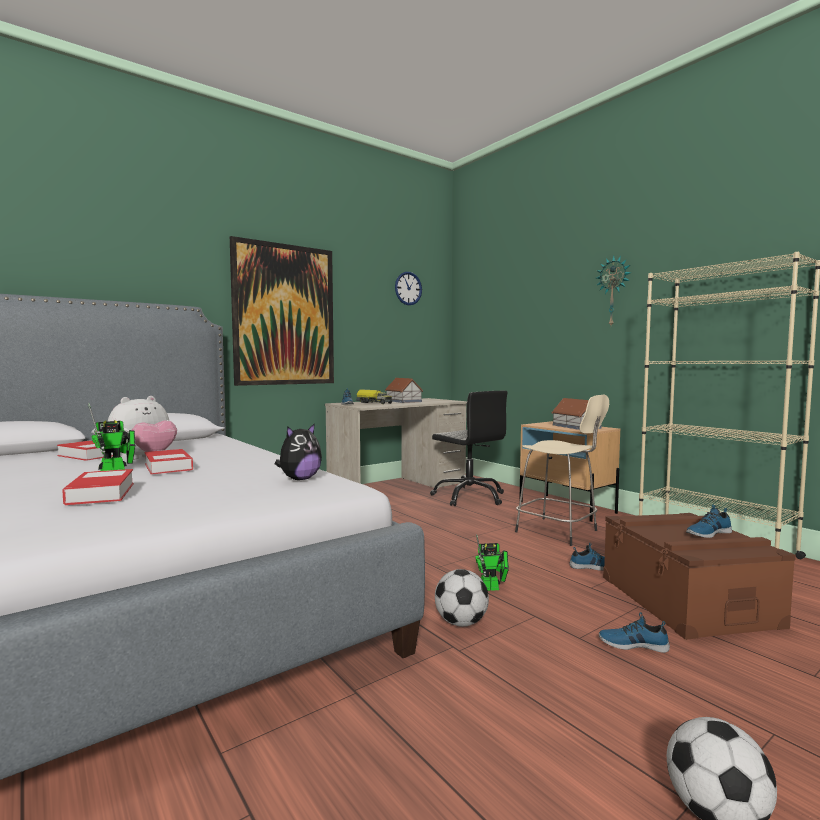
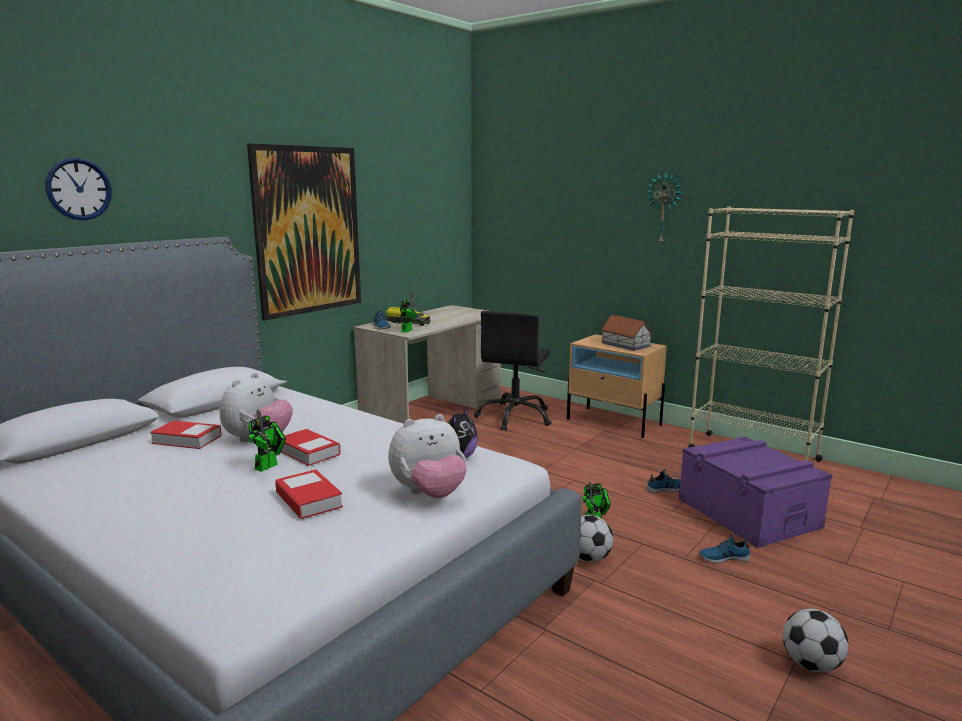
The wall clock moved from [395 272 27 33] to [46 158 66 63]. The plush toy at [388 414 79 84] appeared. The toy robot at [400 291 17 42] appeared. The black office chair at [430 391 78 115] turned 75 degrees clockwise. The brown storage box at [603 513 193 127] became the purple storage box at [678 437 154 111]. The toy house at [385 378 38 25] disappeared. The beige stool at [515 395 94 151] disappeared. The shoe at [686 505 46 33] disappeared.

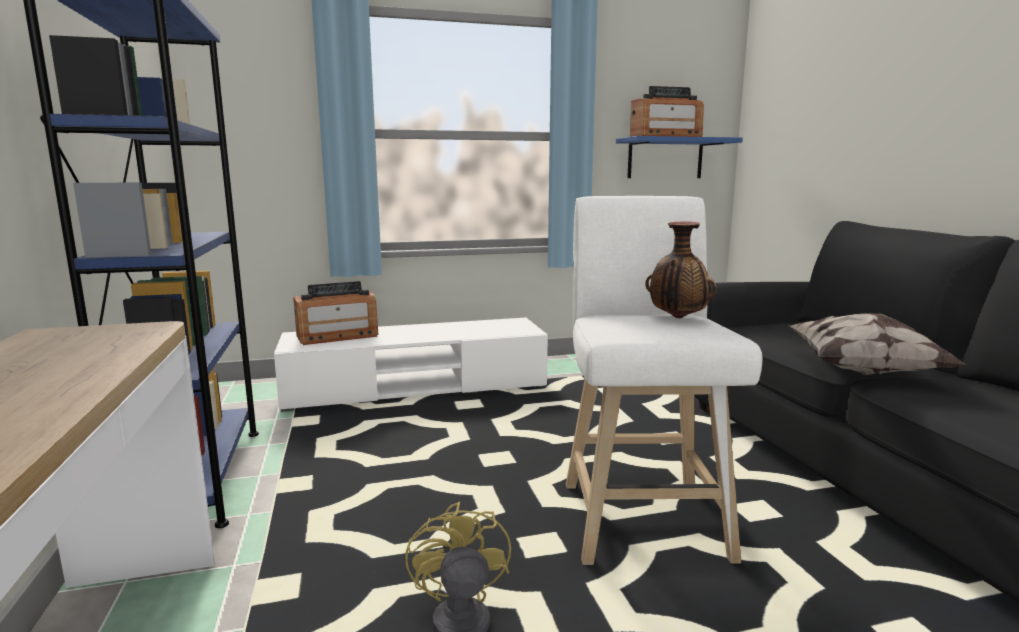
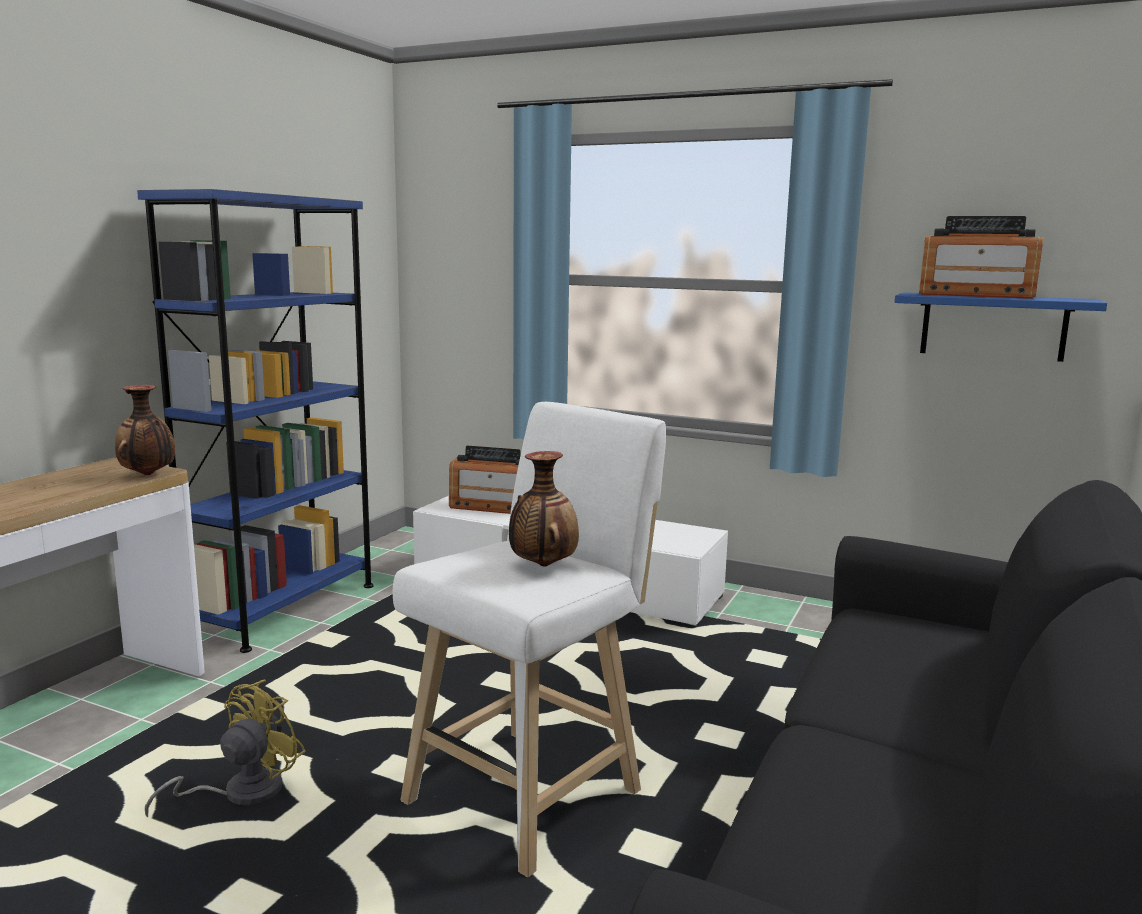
The vase at [115 385 60 90] appeared. The pillow at [789 313 176 62] disappeared.

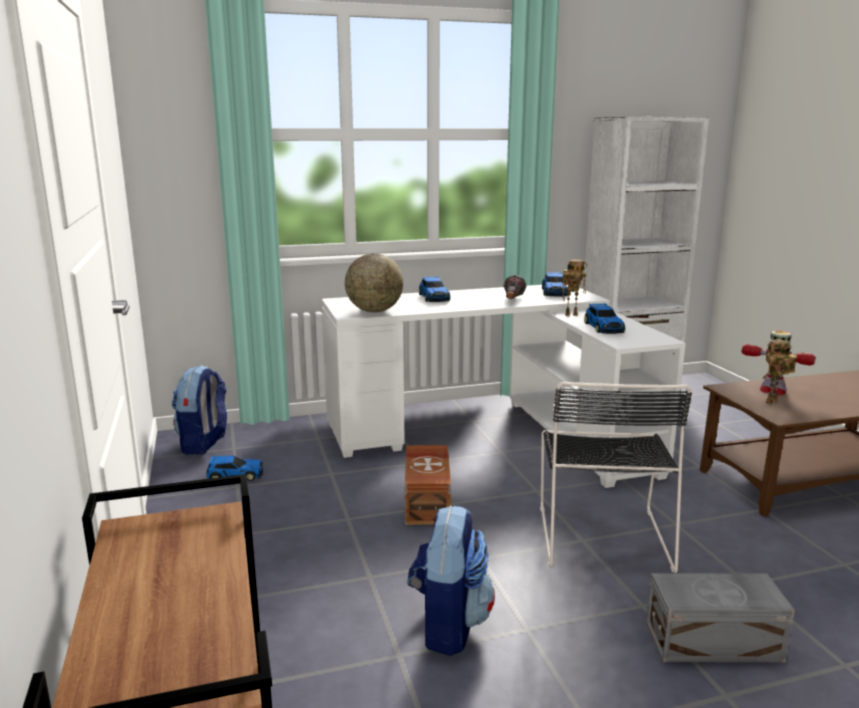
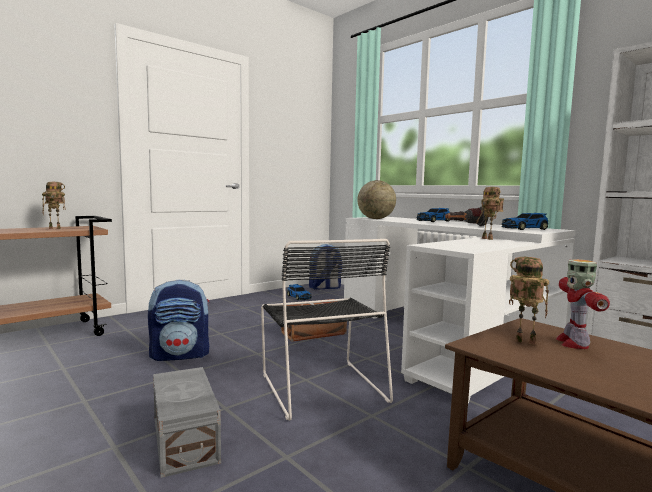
The toy robot at [42 182 23 47] appeared. The black chair at [540 381 152 192] turned 90 degrees counterclockwise. The toy car at [584 304 41 30] disappeared.

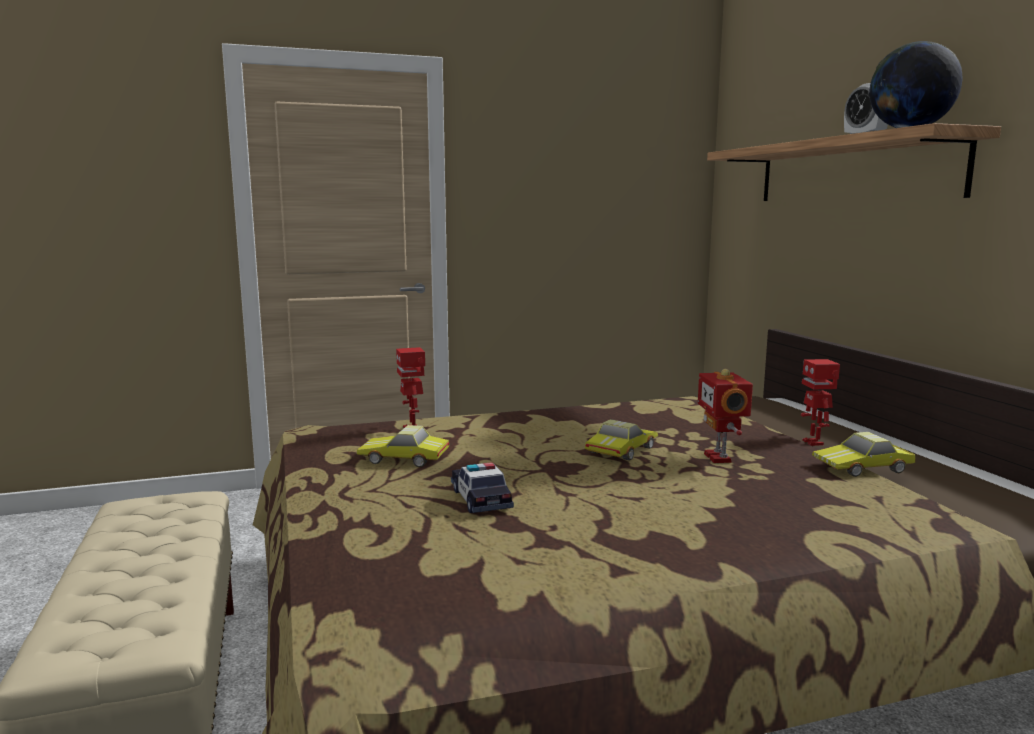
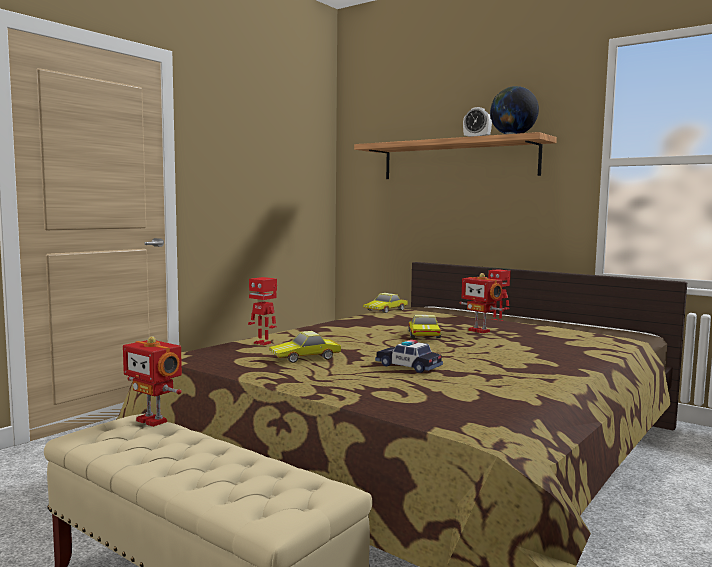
The toy robot at [123 336 59 91] appeared. The toy car moved from [812 432 103 45] to [363 293 45 20].

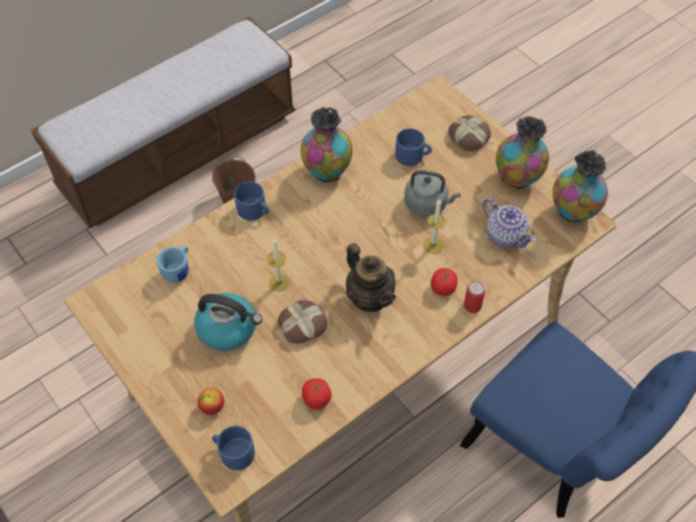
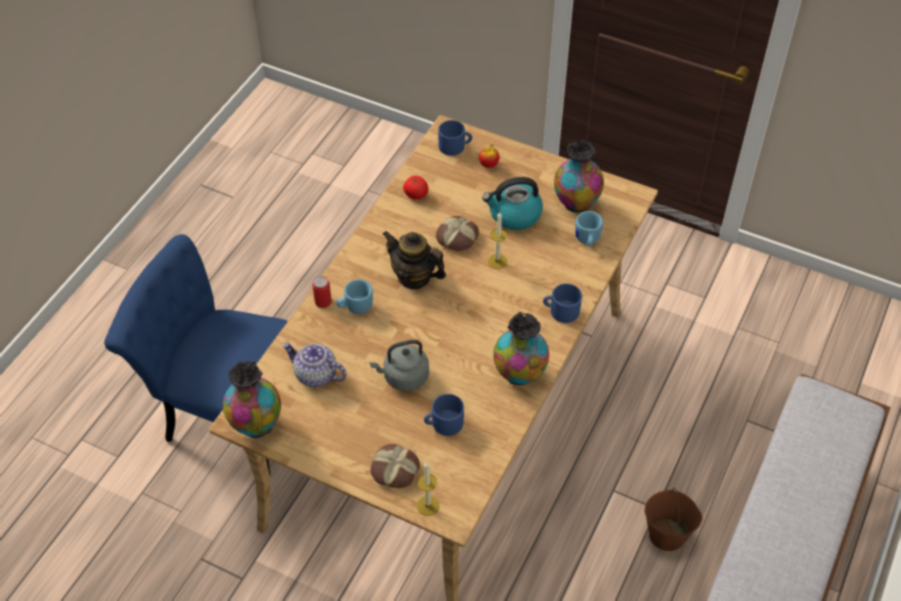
The tomato at [431 268 27 28] was replaced by the blue mug at [336 279 37 35]. The candle moved from [423 198 22 56] to [417 462 22 54]. The vase moved from [496 116 53 74] to [554 140 50 73].

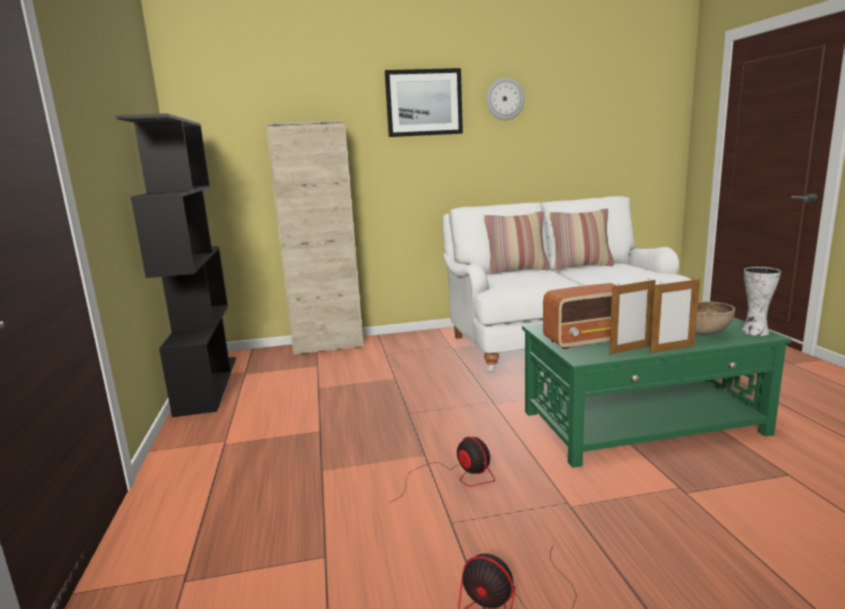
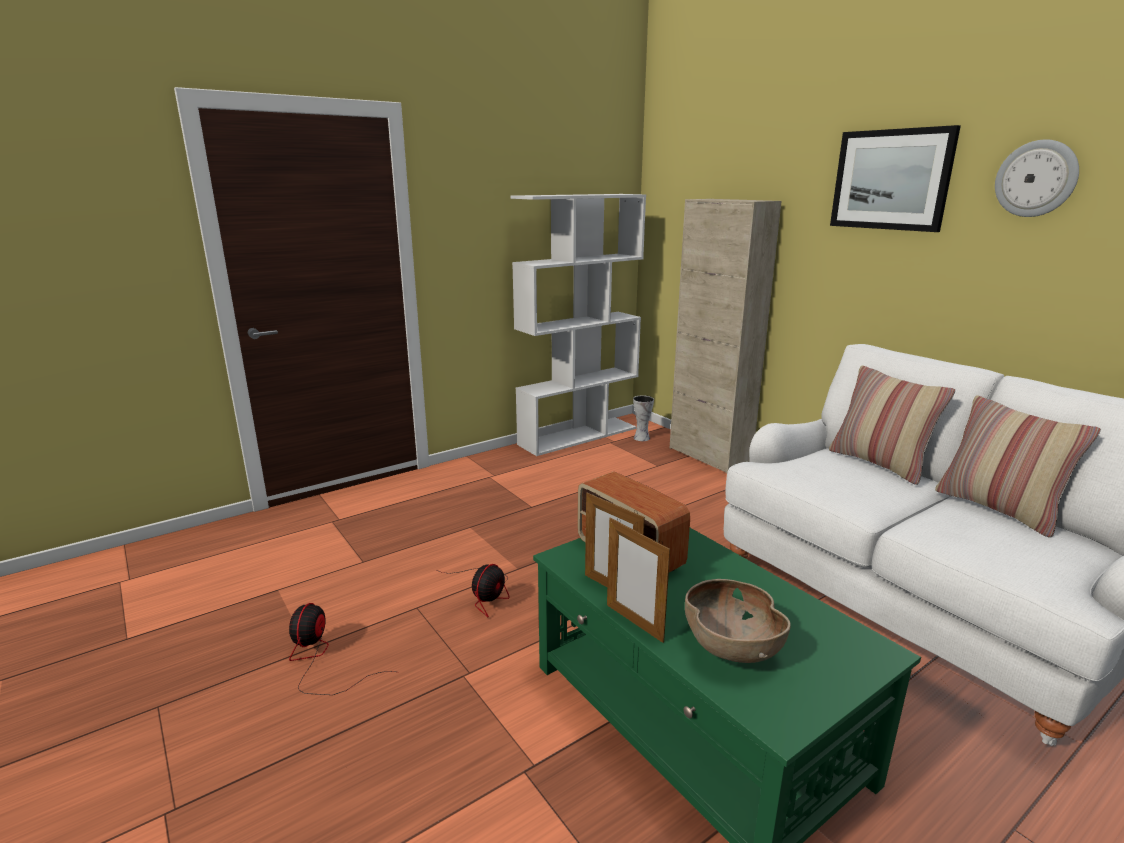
The black bookcase at [115 113 121 304] became the white bookcase at [511 194 135 262]. The vase moved from [741 267 40 69] to [633 395 21 46].

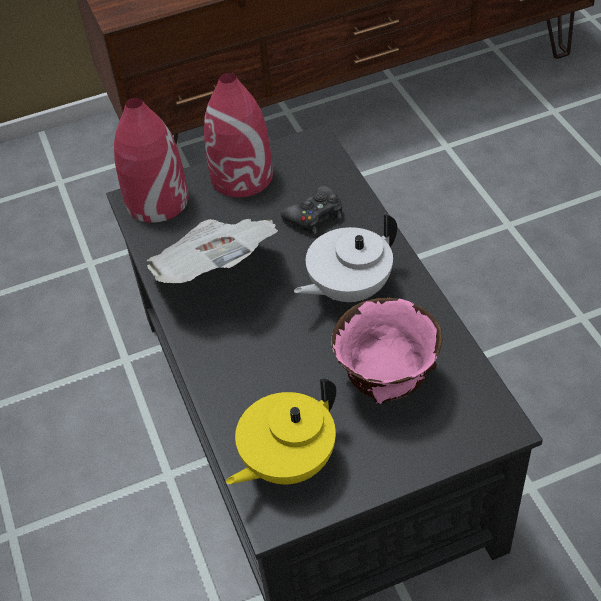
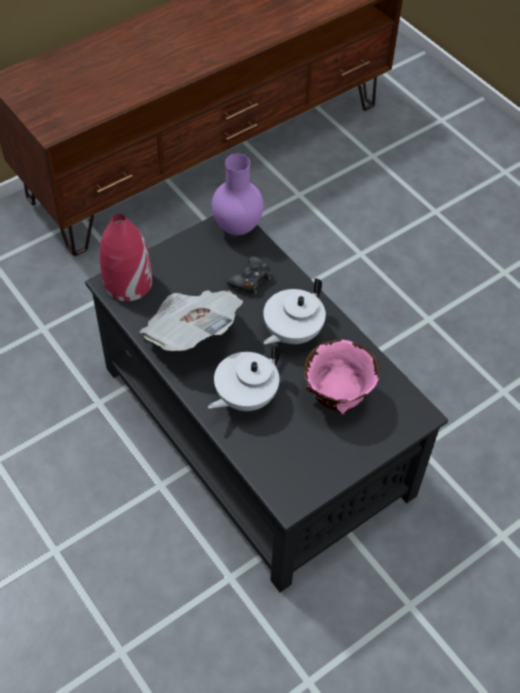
The white teapot at [208 344 73 67] appeared. The purple vase at [212 154 52 81] appeared. The red vase at [204 73 69 124] disappeared. The yellow teapot at [226 378 110 107] disappeared.

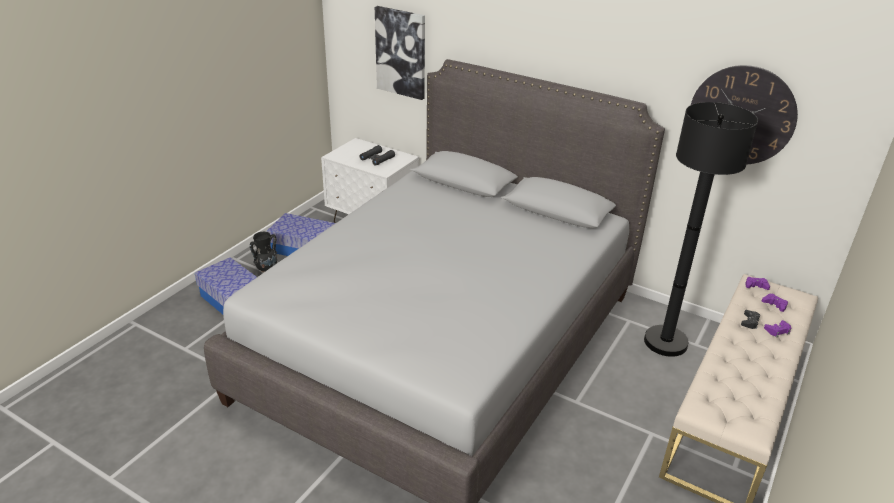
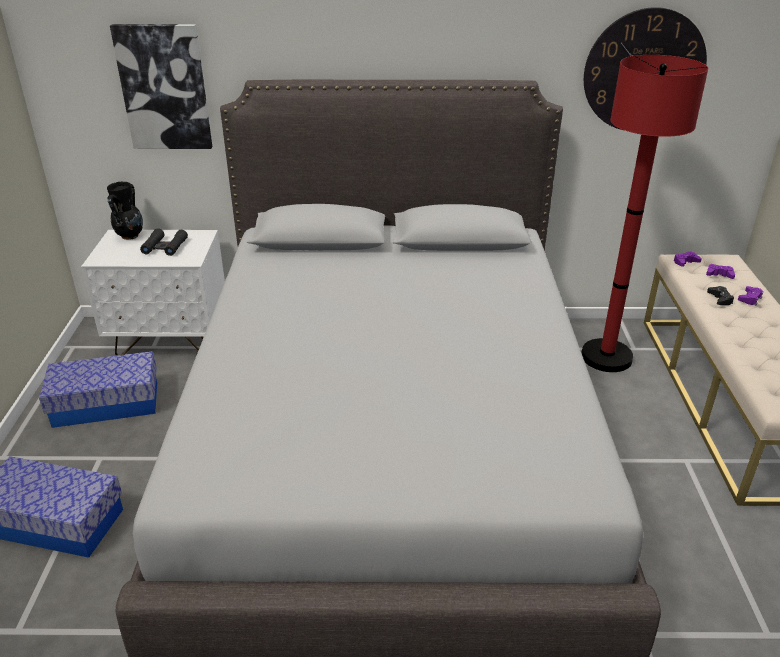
The black vase moved from [250 232 28 41] to [107 182 36 58]. The black floor lamp at [644 102 114 255] became the red floor lamp at [581 55 127 317].

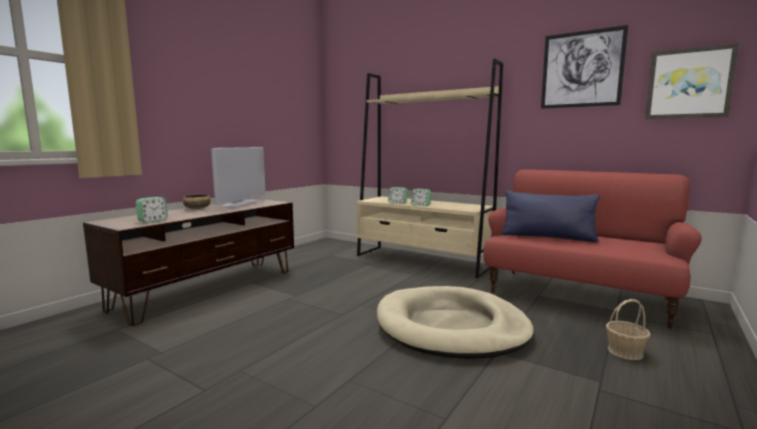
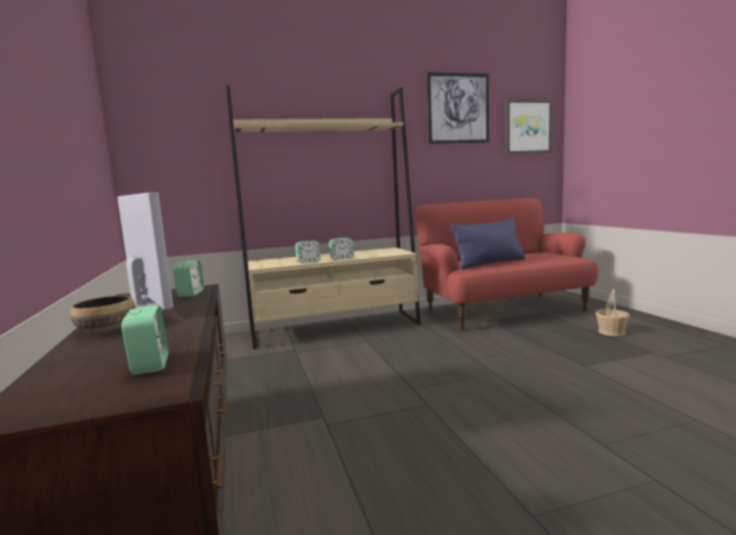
The alarm clock at [173 260 31 37] appeared. The beige dog bed at [377 286 157 73] disappeared.

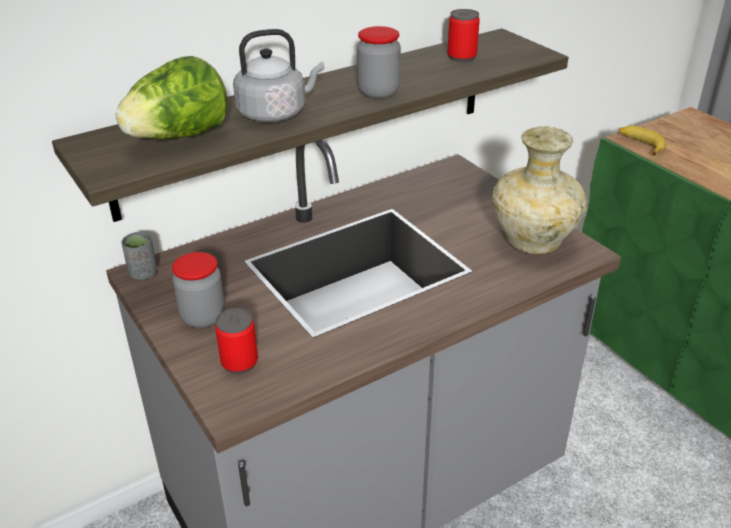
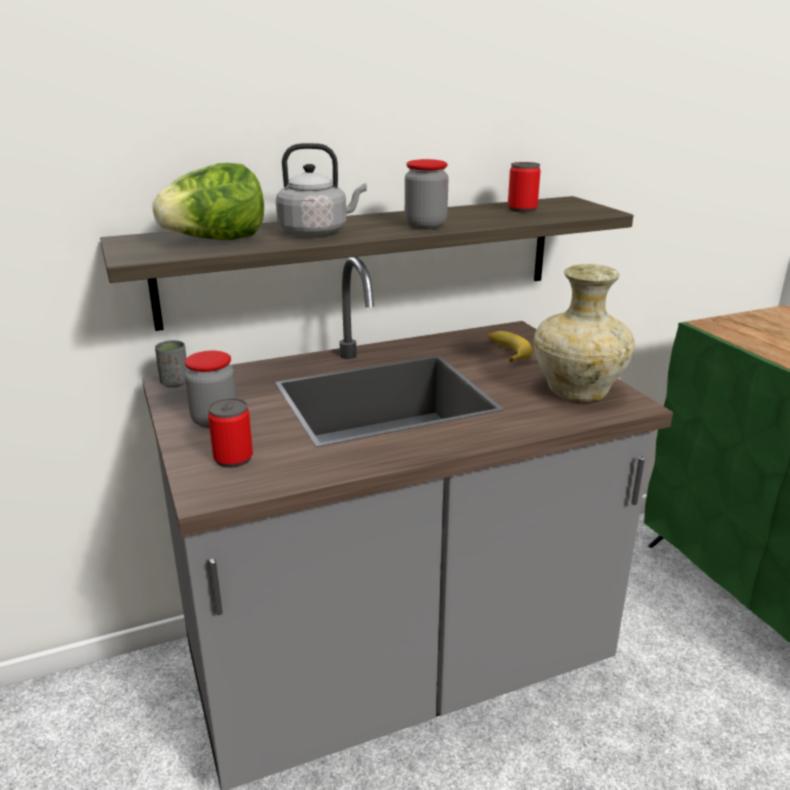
The banana moved from [619 126 47 29] to [488 331 45 31].

